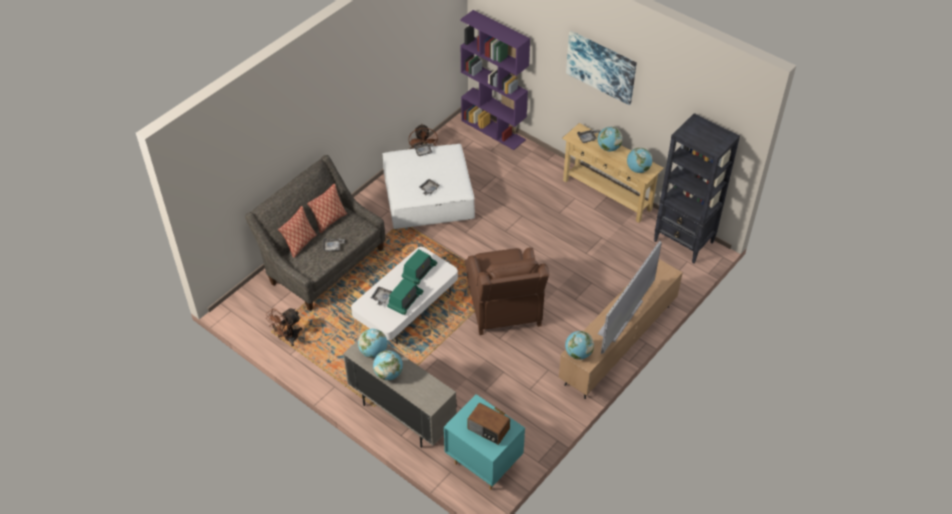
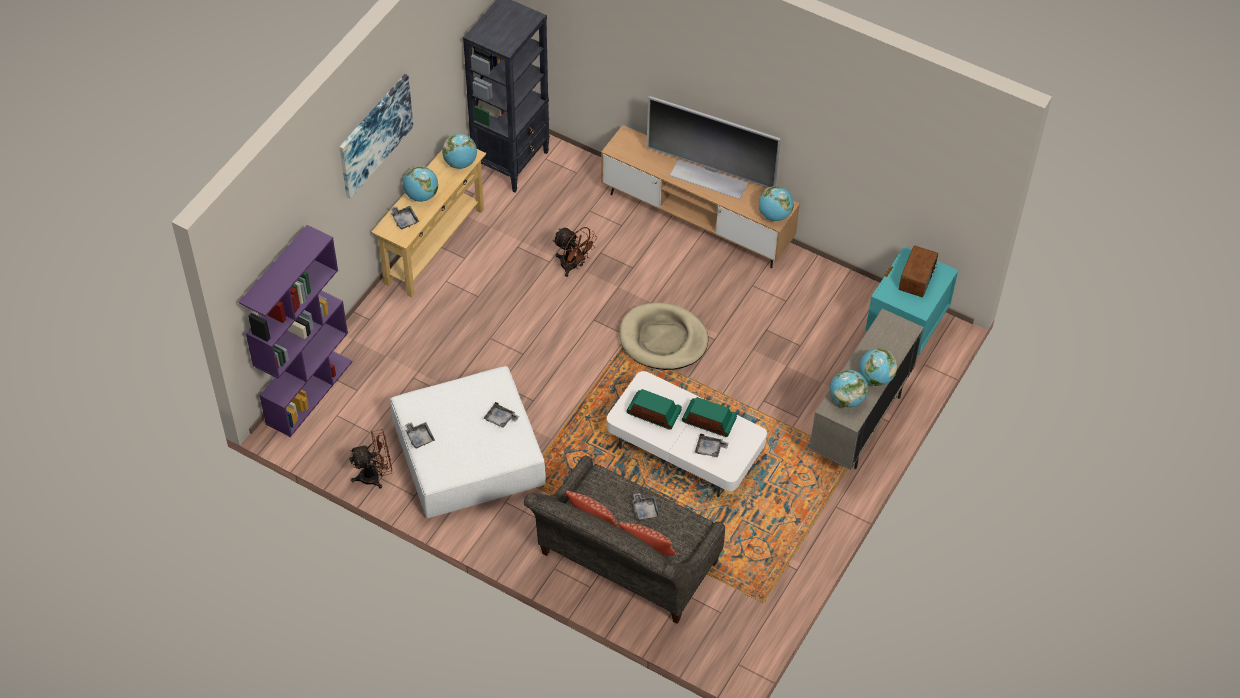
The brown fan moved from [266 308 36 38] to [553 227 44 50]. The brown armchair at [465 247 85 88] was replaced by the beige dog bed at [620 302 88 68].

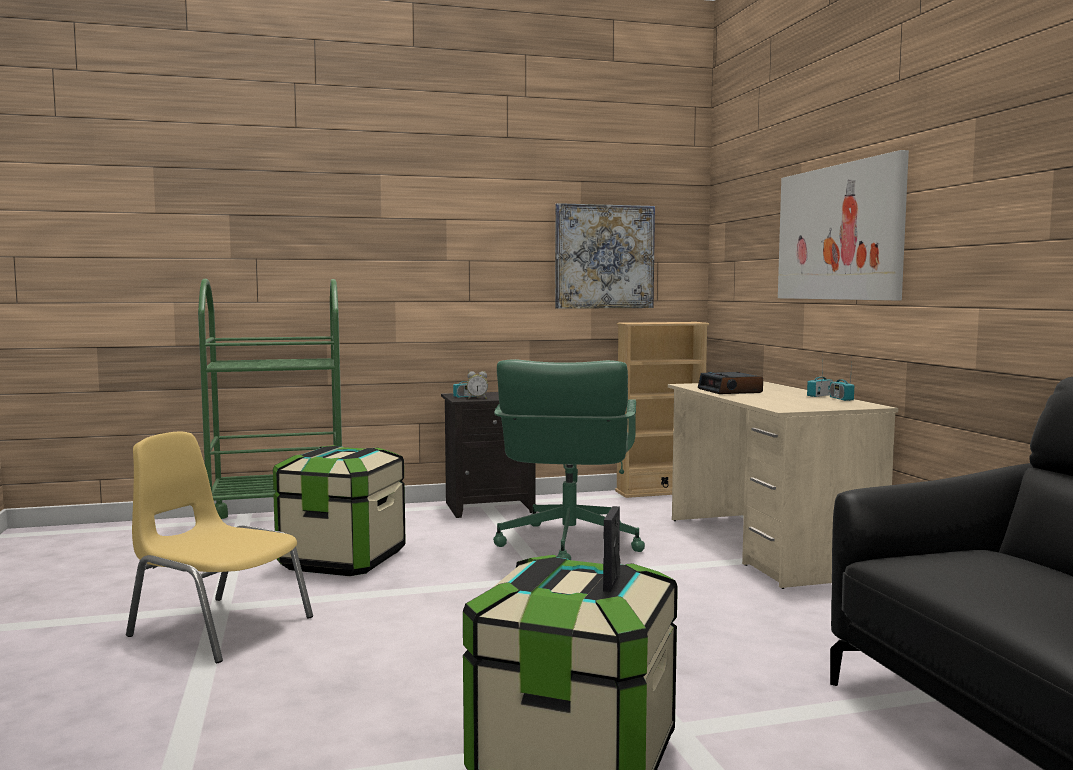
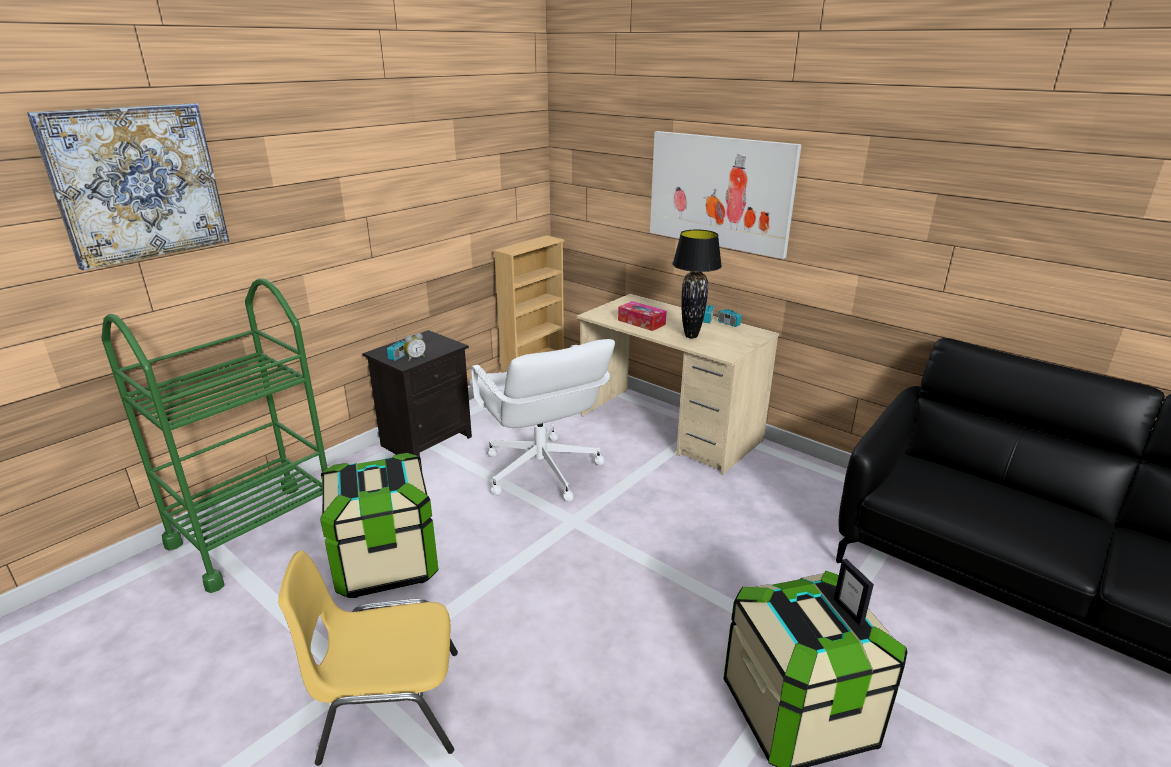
The picture moved from [555 203 100 106] to [27 103 202 167]. The green office chair at [493 359 152 201] became the white office chair at [469 339 146 162]. The alarm clock at [698 372 65 22] was replaced by the tissue box at [618 301 48 30]. The black table lamp at [672 230 50 109] appeared.

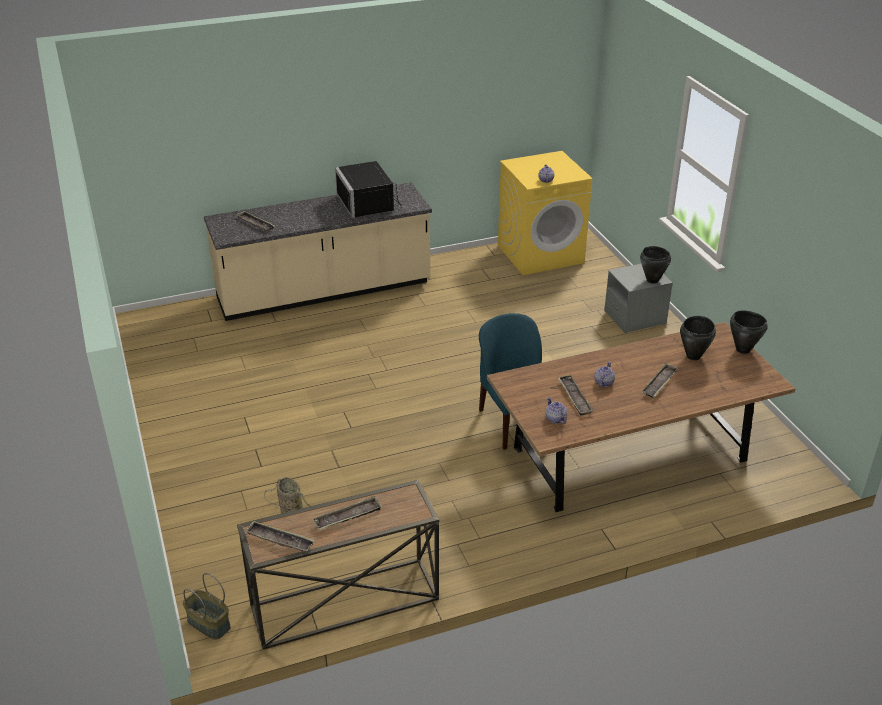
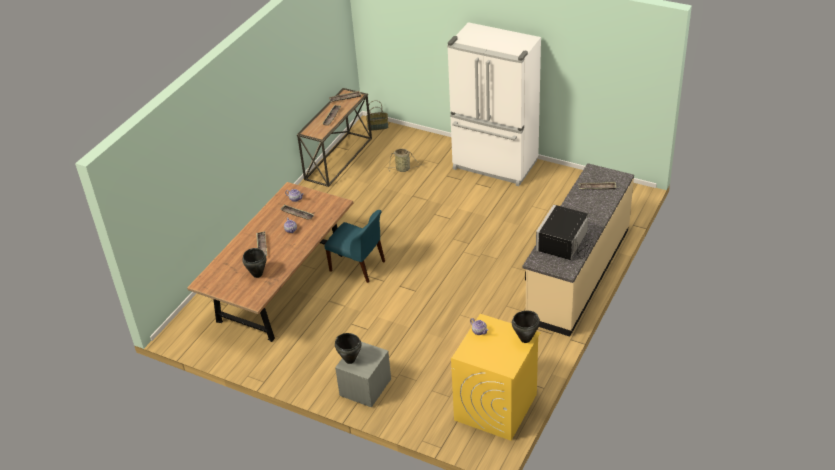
The white fridge at [447 22 94 164] appeared. The black cooking pot moved from [730 310 38 44] to [512 311 28 32]. The black microwave at [335 161 67 57] turned 90 degrees counterclockwise.

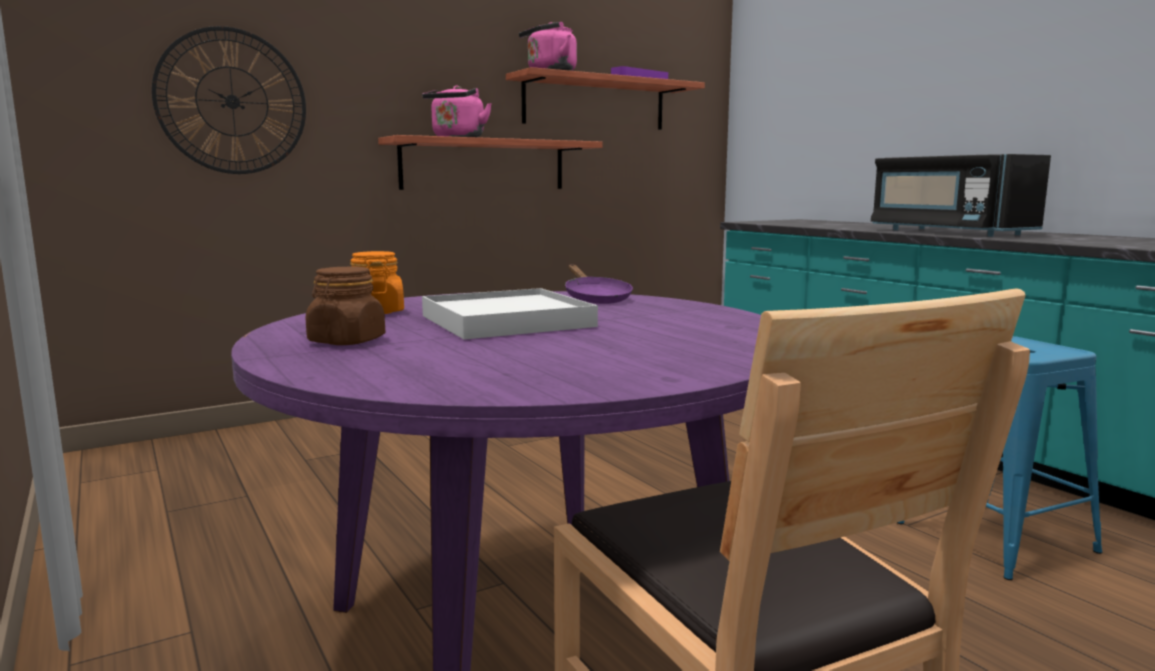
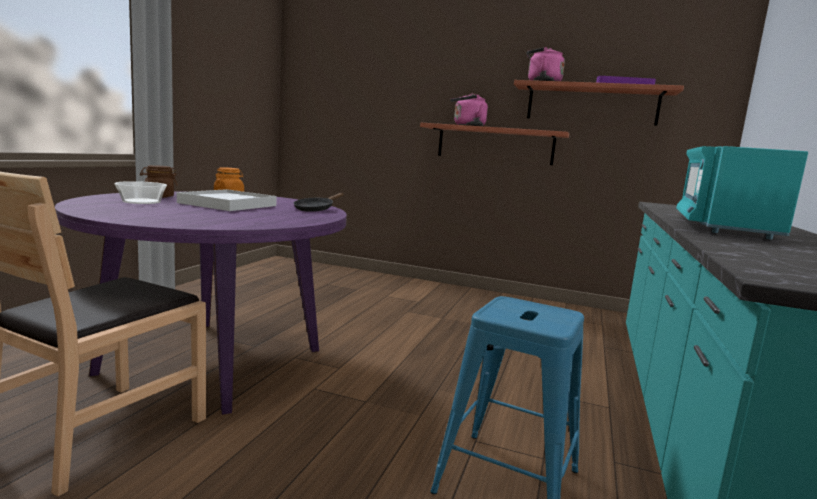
The bowl at [114 181 53 23] appeared. The purple frying pan at [565 264 68 40] became the black frying pan at [294 193 50 19]. The black microwave at [871 154 180 83] became the turquoise microwave at [676 146 132 94]. The wall clock at [152 26 154 148] disappeared.

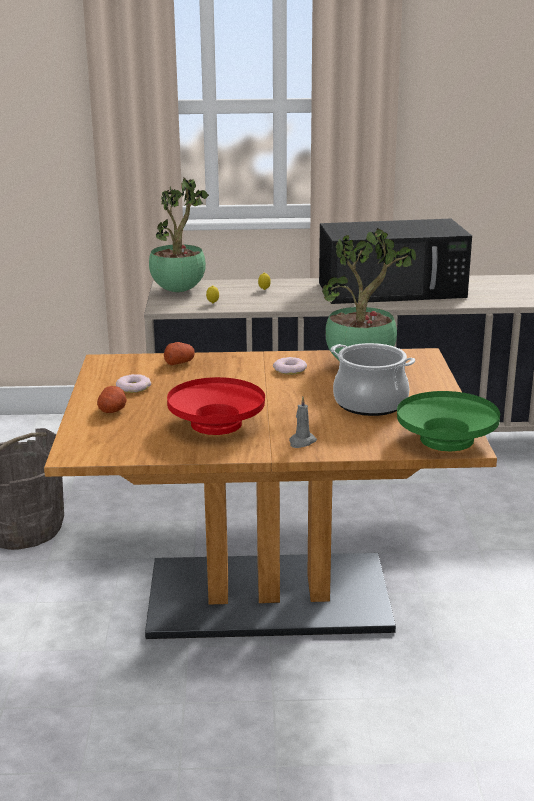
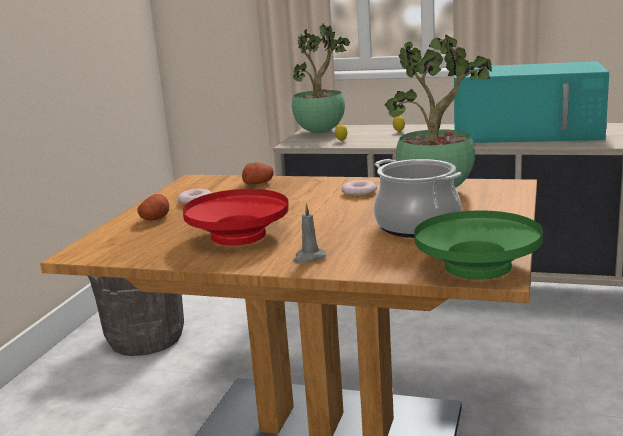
The black microwave at [319 219 153 85] became the turquoise microwave at [454 61 155 82].

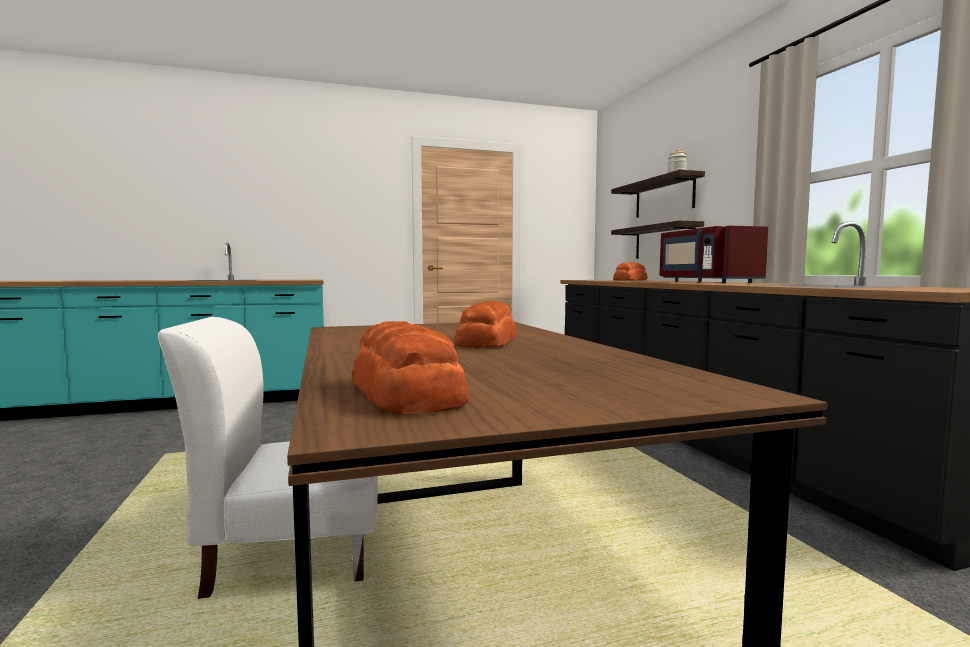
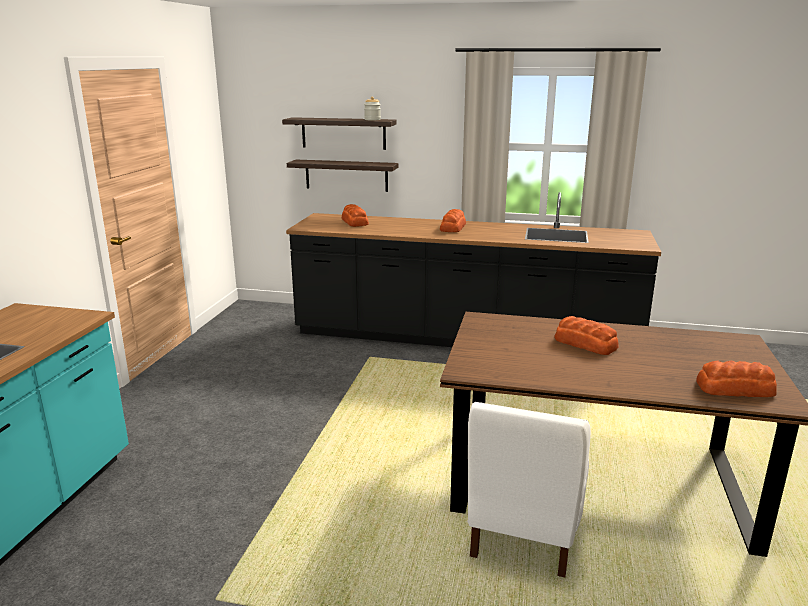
The red microwave at [660 226 108 57] was replaced by the bread at [440 209 26 23].

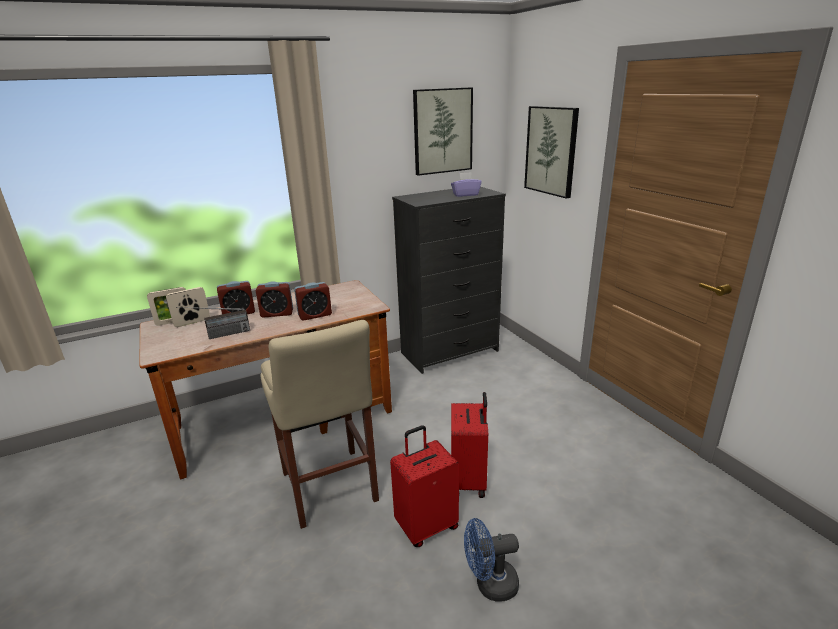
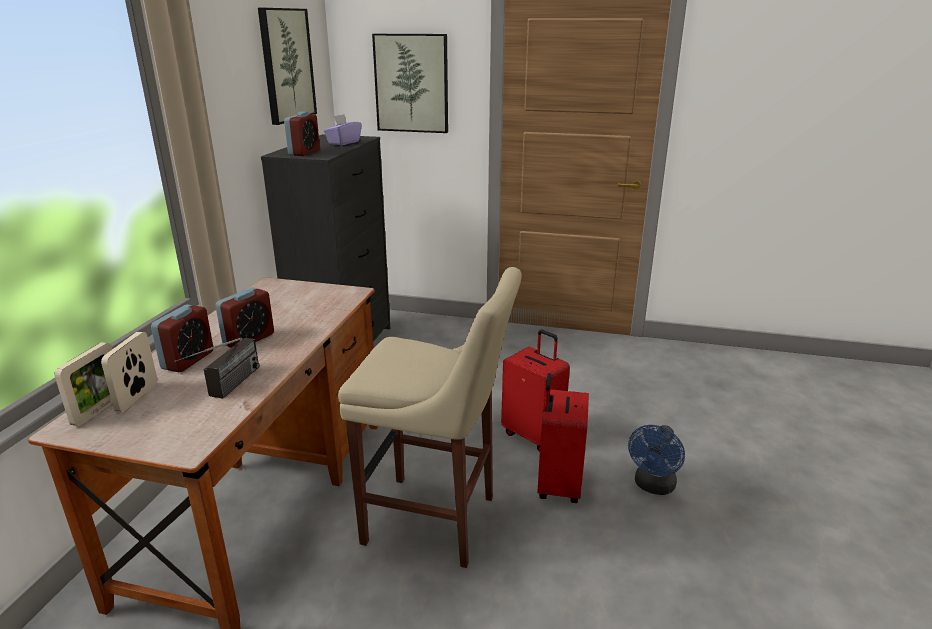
The alarm clock moved from [294 282 38 39] to [284 111 36 45].

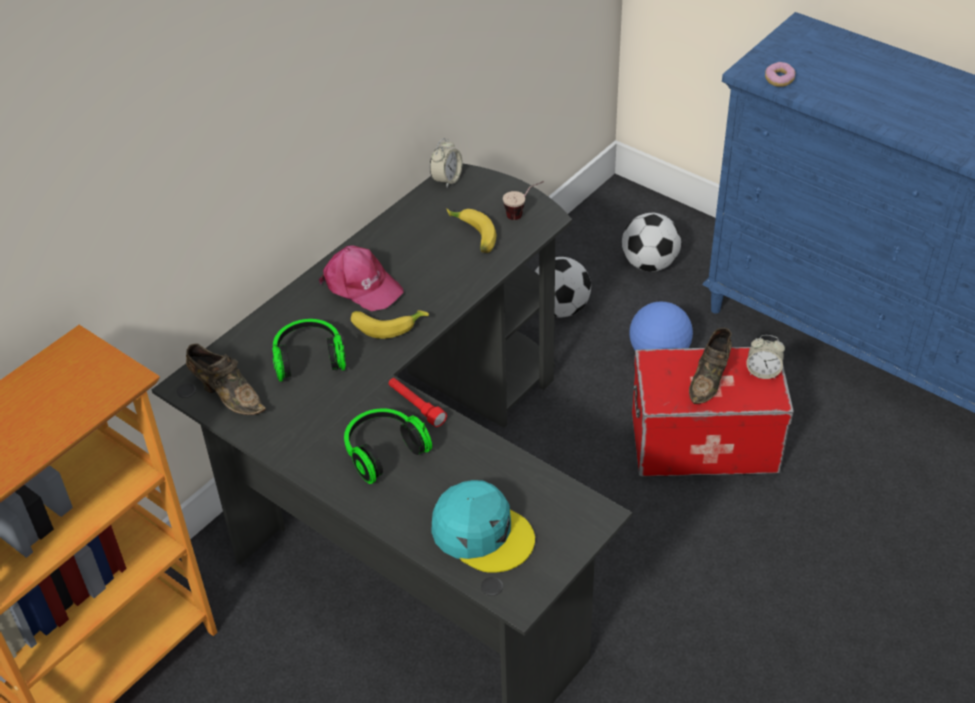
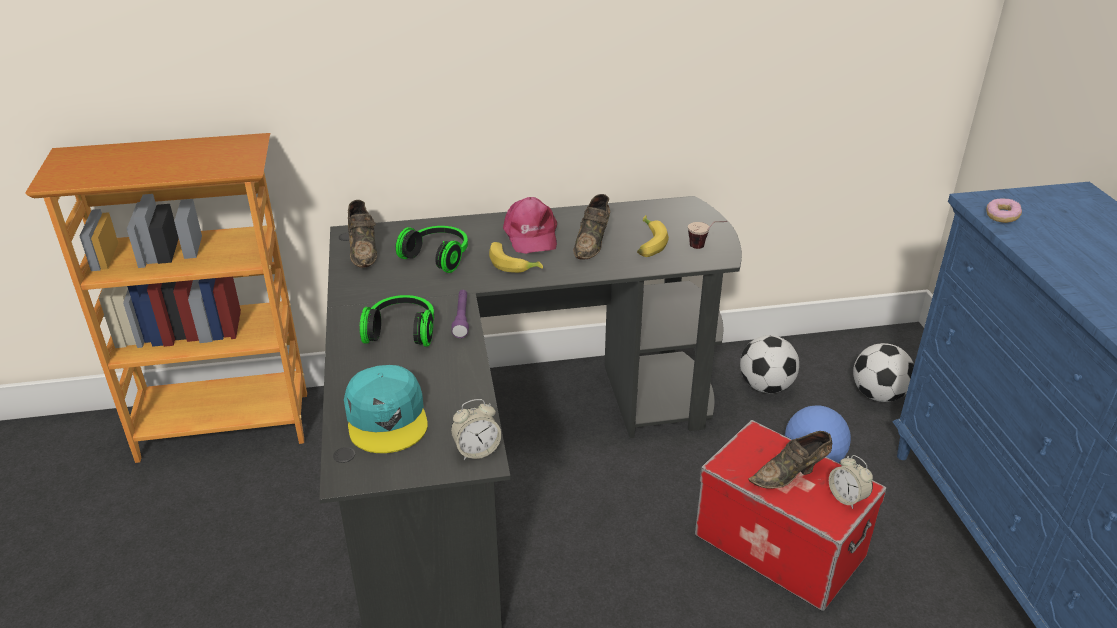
The red flashlight at [389 378 58 49] became the purple flashlight at [451 290 18 48]. The alarm clock moved from [430 138 33 50] to [451 399 50 61]. The brown shoe at [573 194 37 65] appeared.

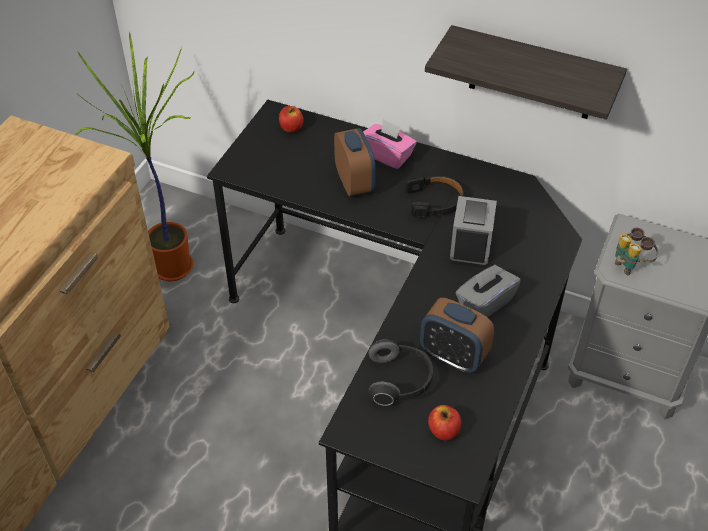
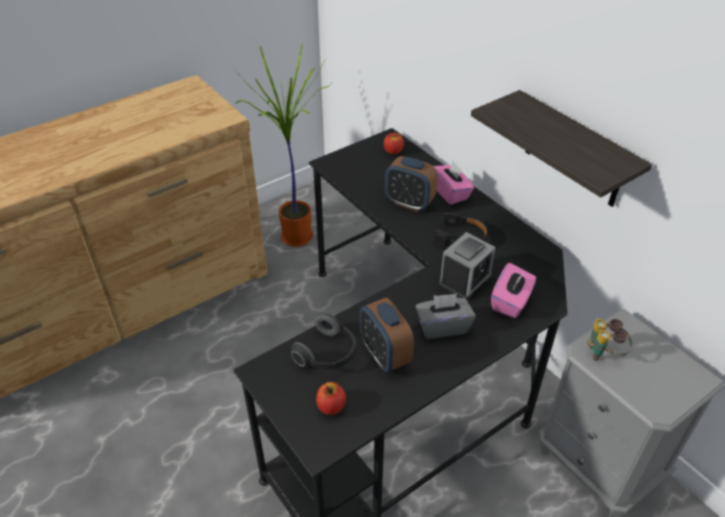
The alarm clock at [334 128 42 68] turned 105 degrees clockwise. The pink tissue box at [491 263 45 55] appeared.

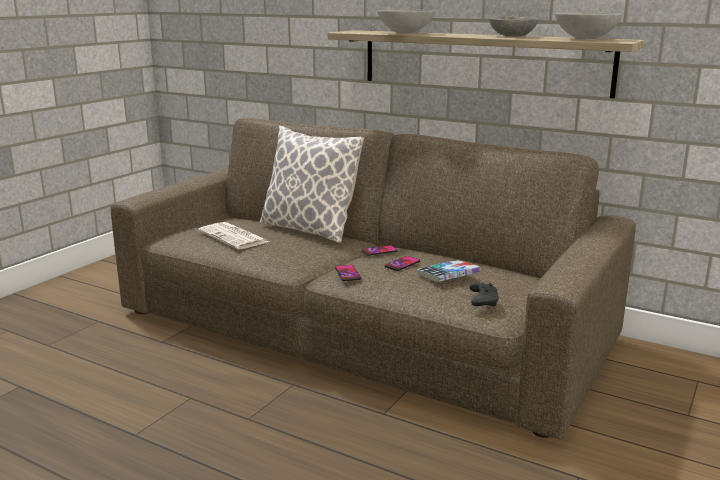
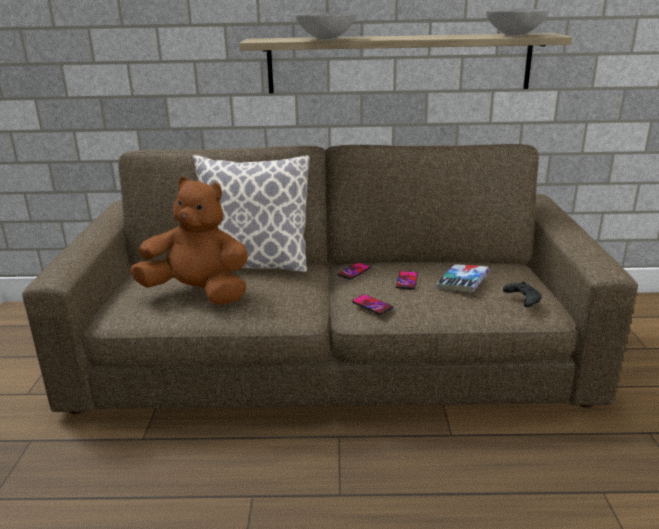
The newspaper at [198 222 71 27] was replaced by the brown plush toy at [130 177 118 128]. The grey bowl at [489 16 50 21] disappeared.

